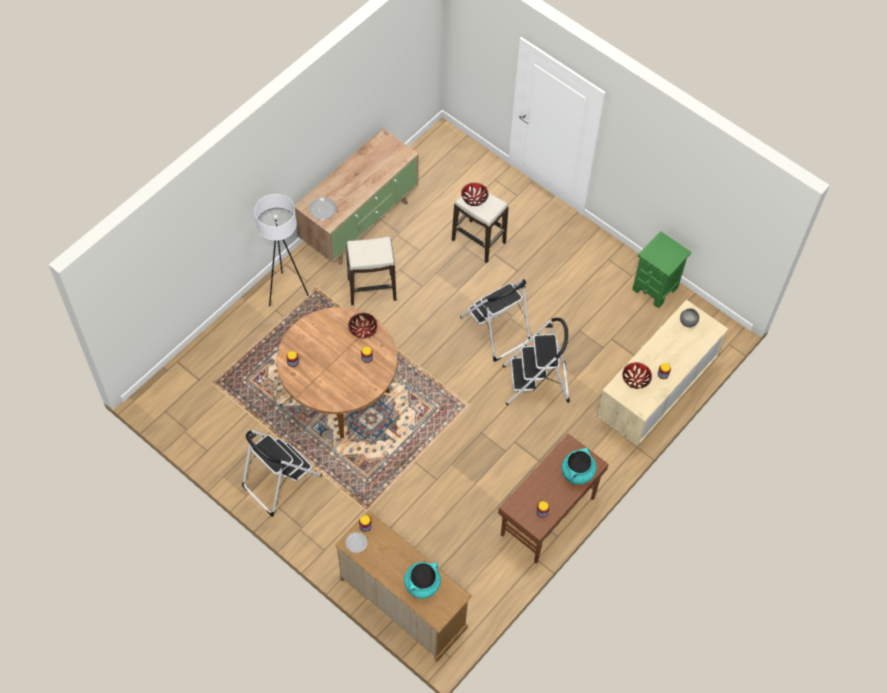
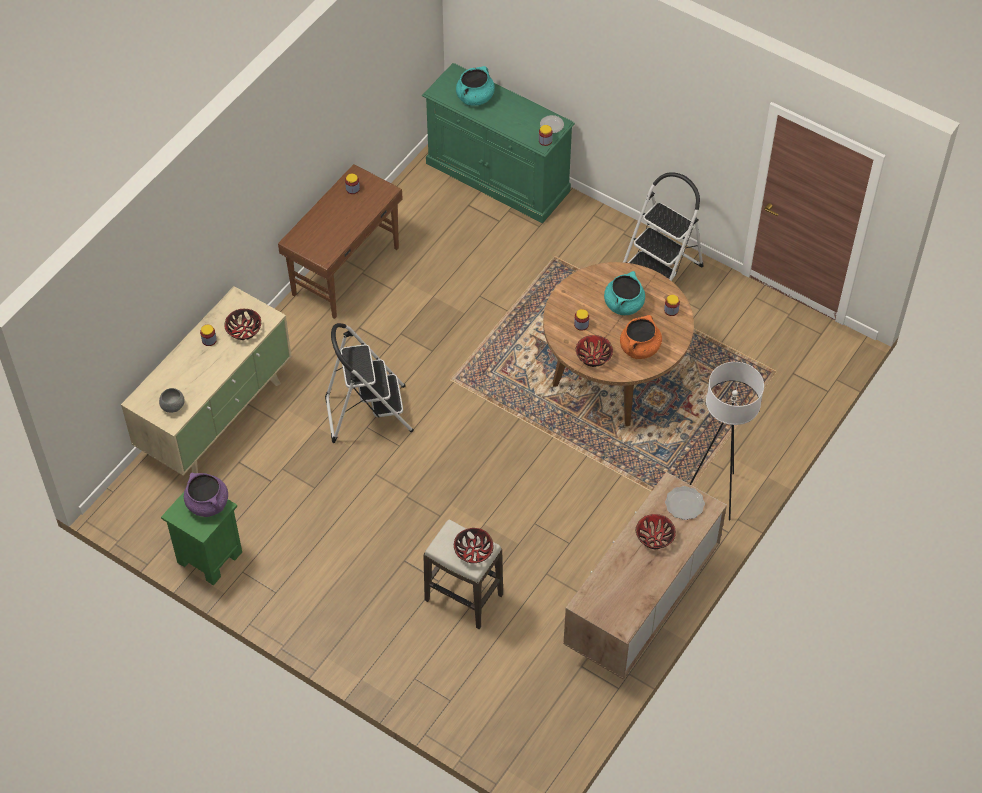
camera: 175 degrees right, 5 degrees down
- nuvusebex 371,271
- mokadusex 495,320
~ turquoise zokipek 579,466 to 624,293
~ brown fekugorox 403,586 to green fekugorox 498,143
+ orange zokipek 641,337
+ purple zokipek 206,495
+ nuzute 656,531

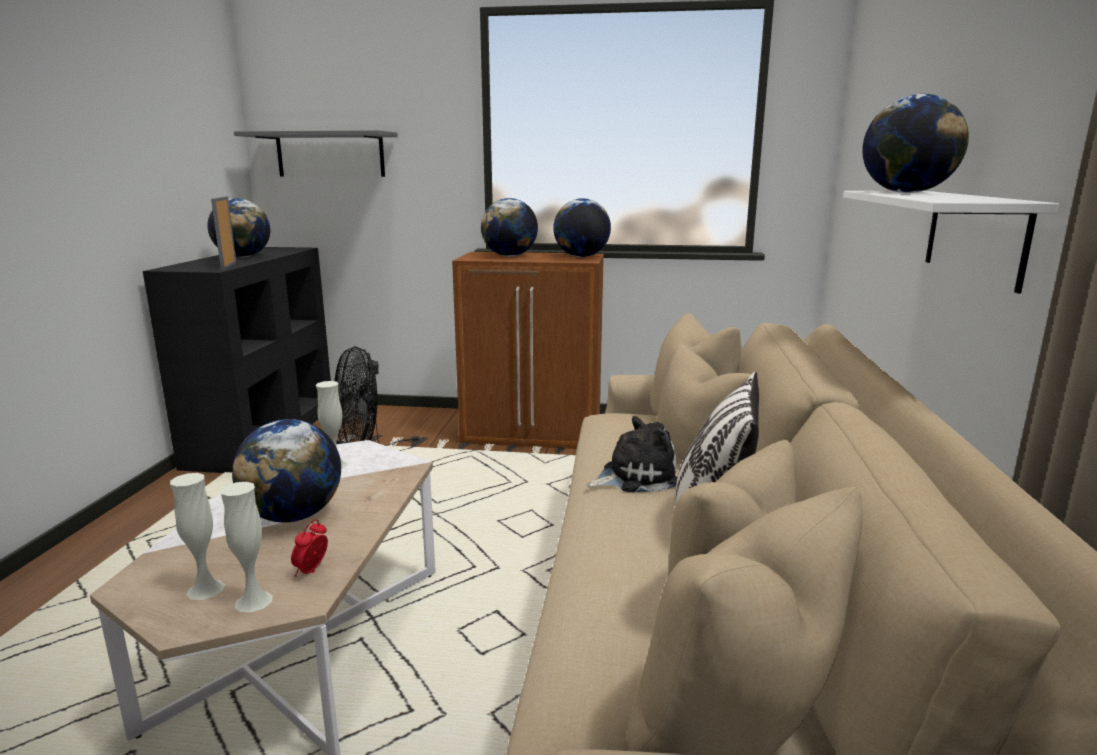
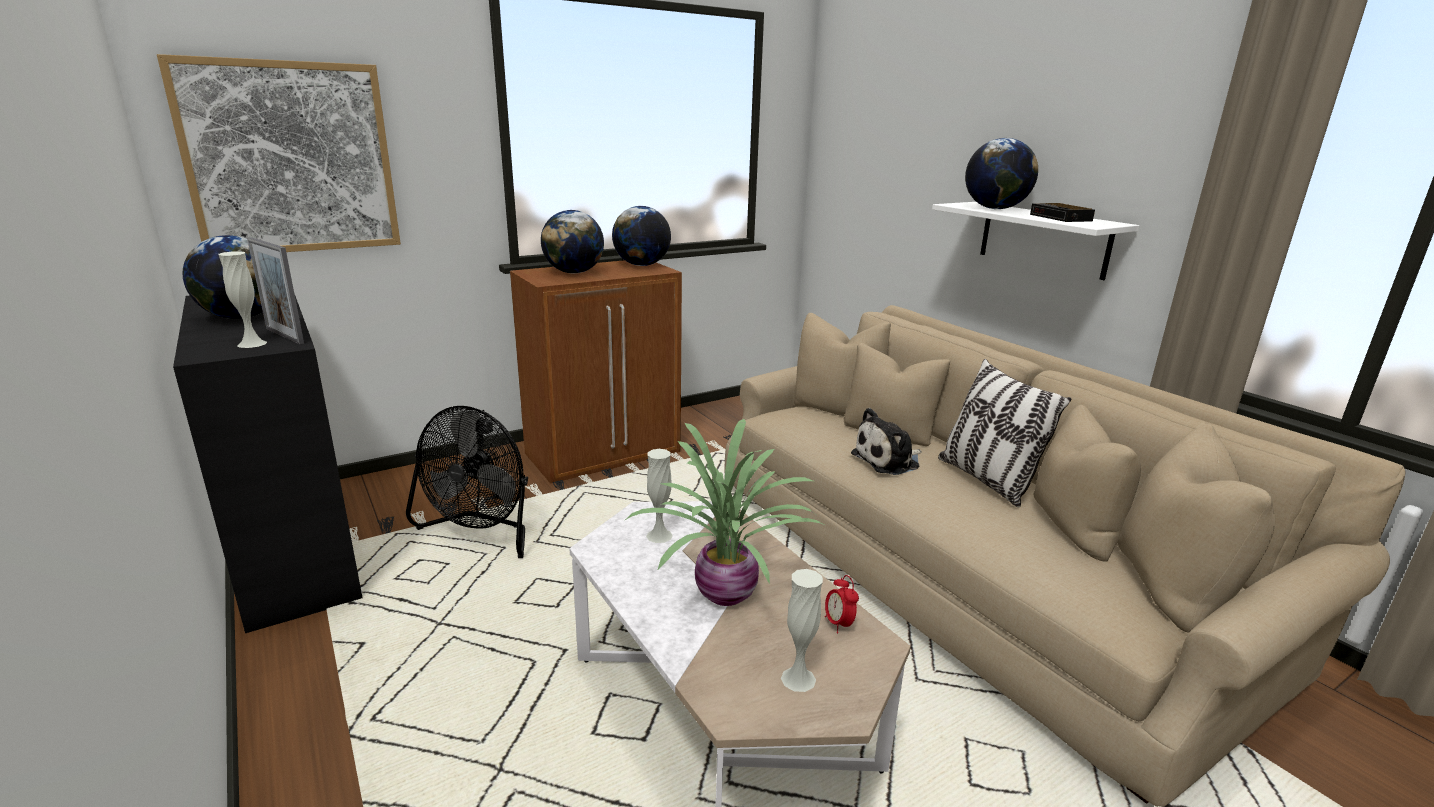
camera: 40 degrees left, 5 degrees up
~ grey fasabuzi 316,153 to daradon 279,153
~ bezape 631,454 = 886,441 150 degrees counterclockwise
~ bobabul 286,471 to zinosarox 724,512
~ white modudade 246,547 to 242,299
+ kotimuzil 1062,212

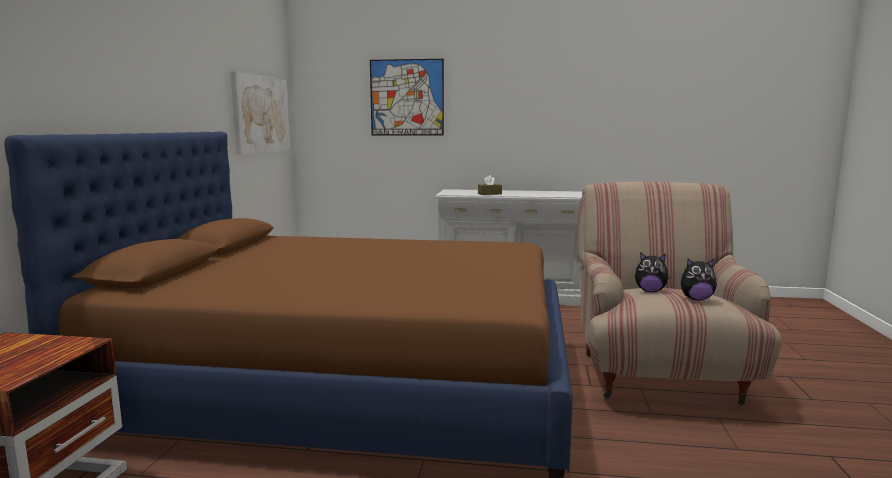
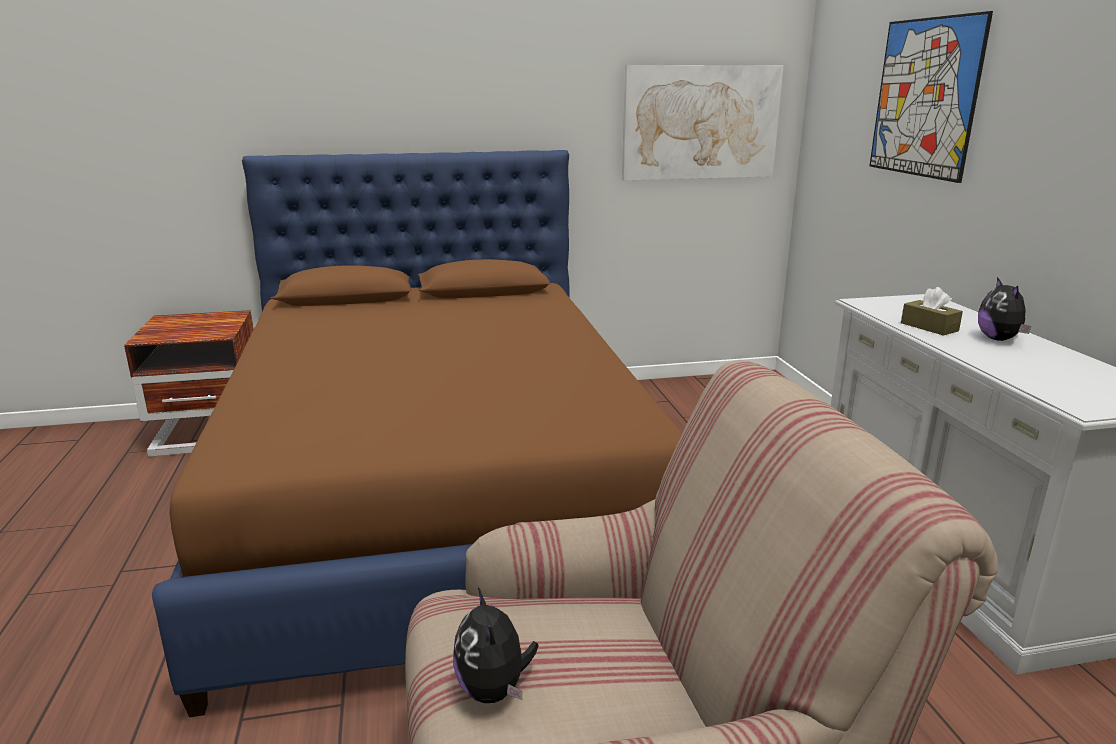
camera: 70 degrees right, 10 degrees up
~ bezape 653,272 to 1004,309

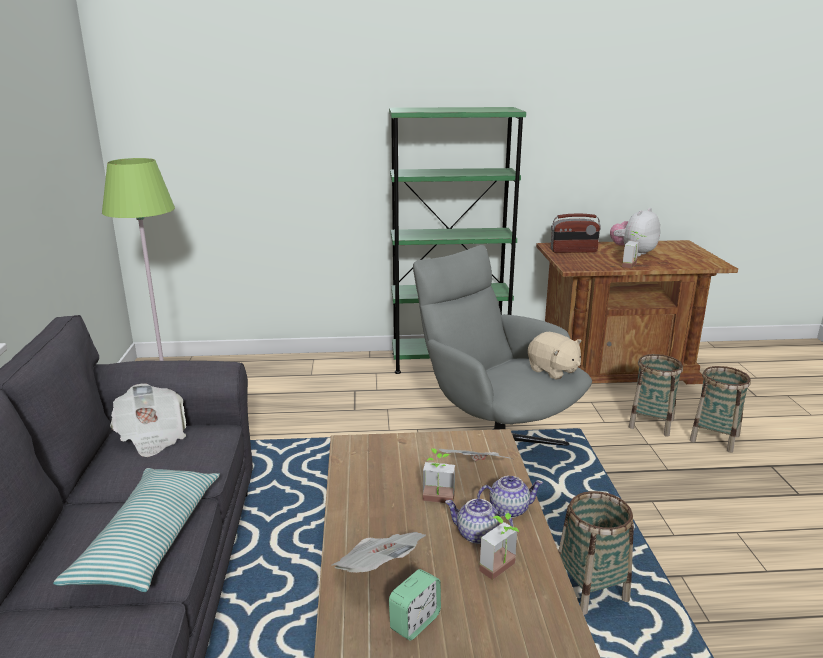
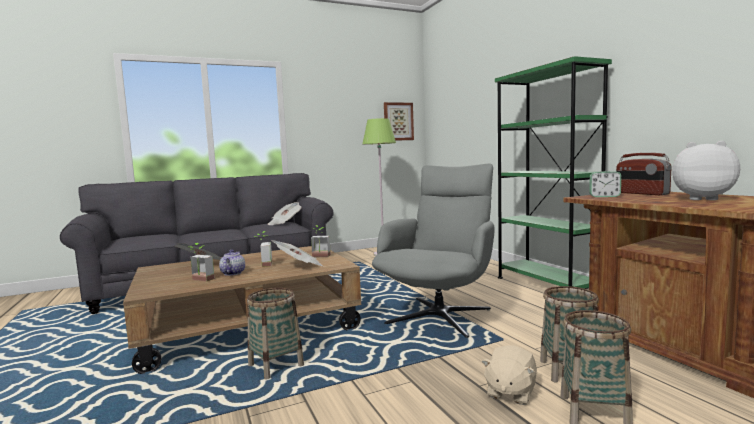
camera: 70 degrees right, 15 degrees down
~ zinosarox 634,249 to 321,241
~ beige bezape 555,356 to 509,375
- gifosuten 136,530
- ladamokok 510,497
~ kotimuzil 415,605 to 605,184
+ daradon 399,121

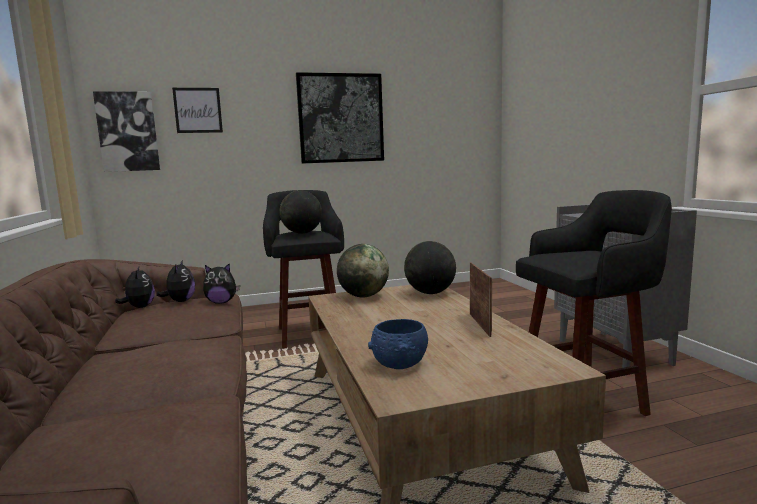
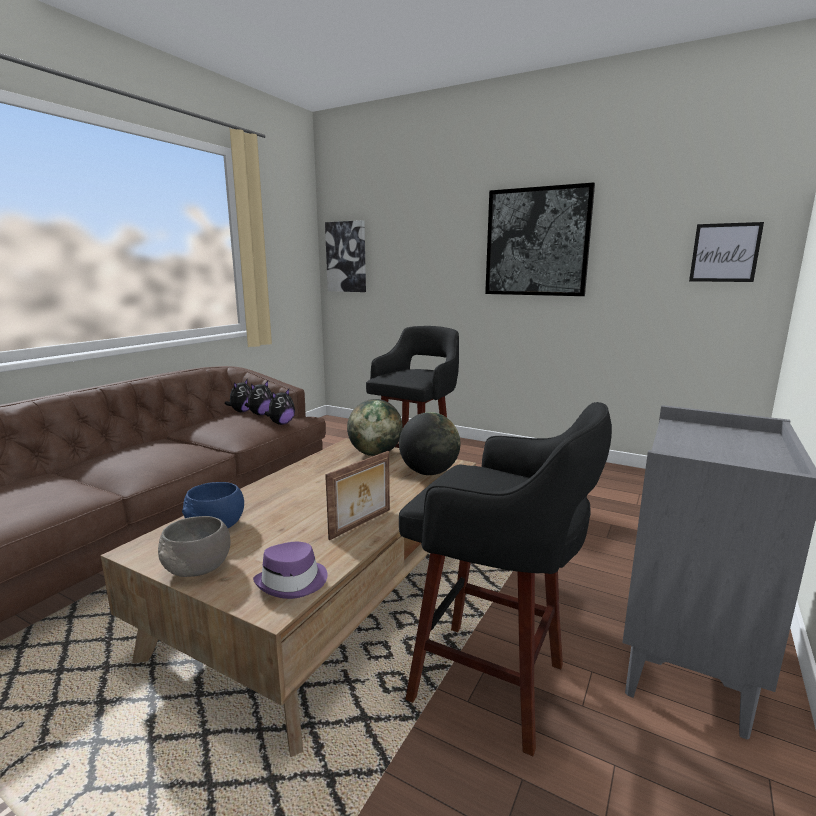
camera: 45 degrees right, 5 degrees up
~ daradon 197,110 to 726,252
- bobabul 301,212
~ bezape 221,283 = 280,407 90 degrees counterclockwise
+ grey nuzute 194,546
+ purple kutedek 290,570

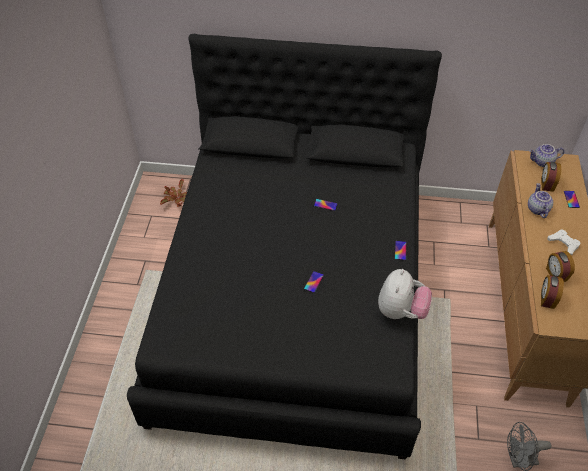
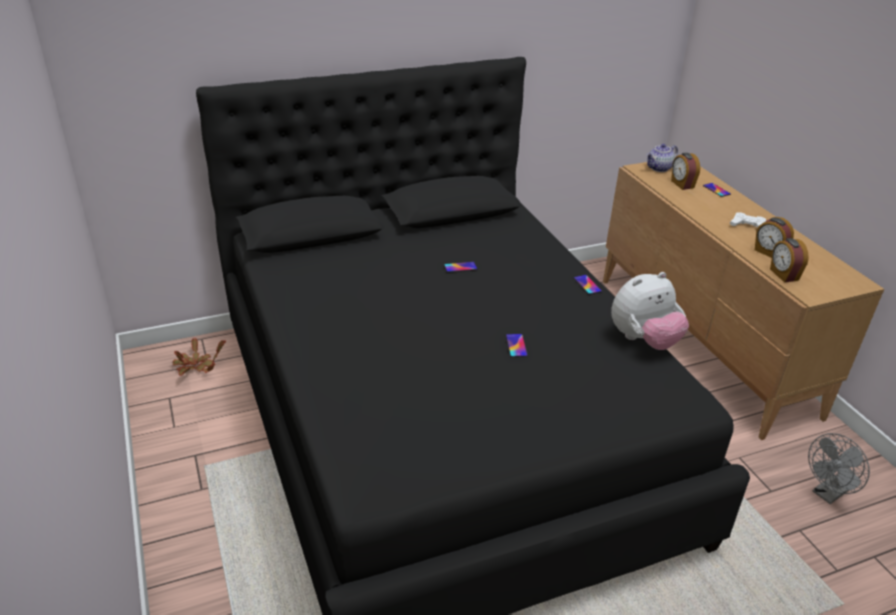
camera: 30 degrees left, 15 degrees down
- ladamokok 540,200
~ bezape 405,294 = 650,311 75 degrees clockwise

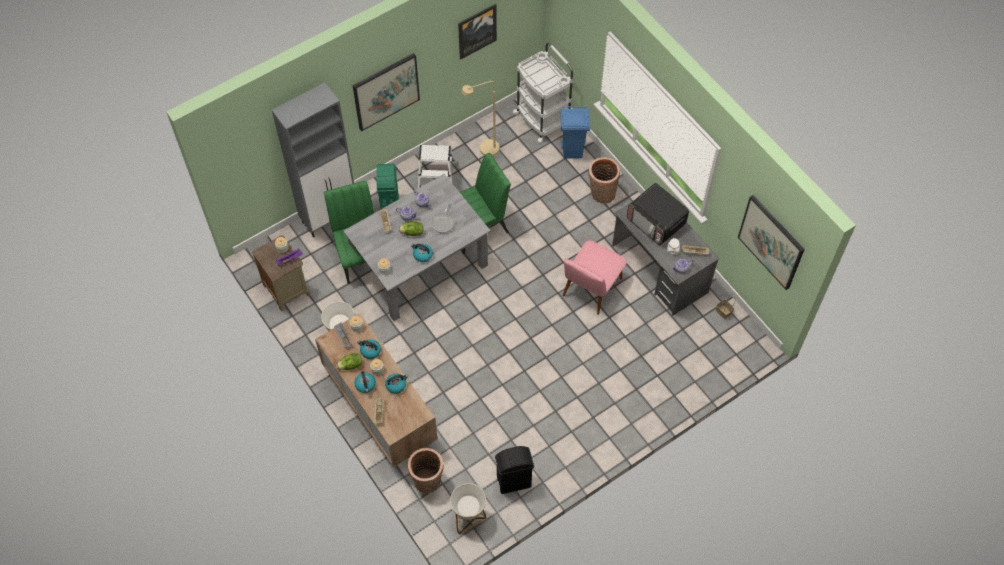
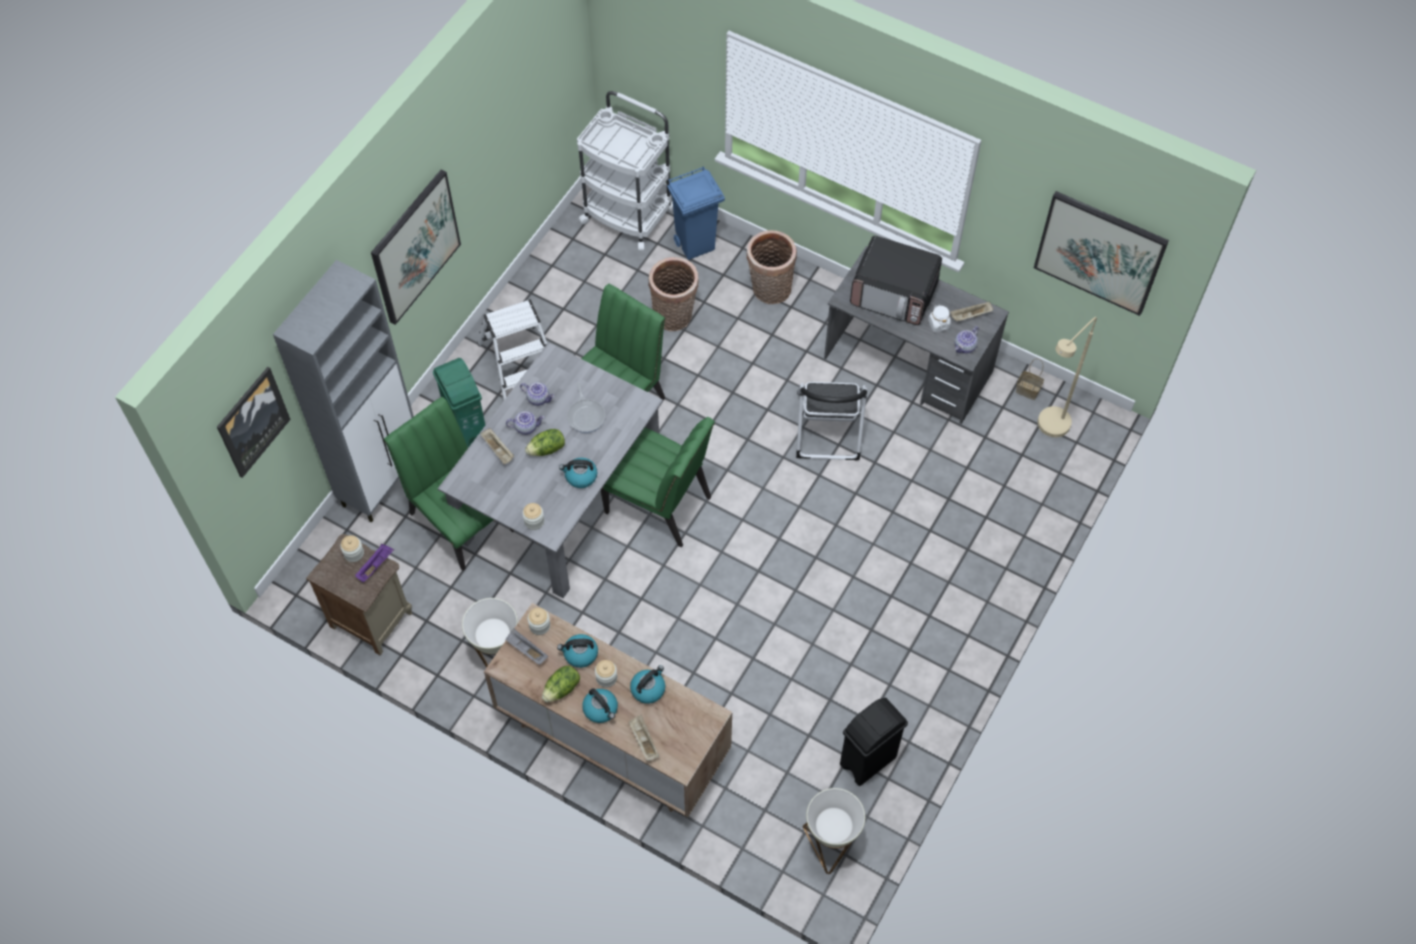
camera: 25 degrees left, 0 degrees up
~ daradon 477,31 to 254,422
~ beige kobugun 480,118 to 1067,377
~ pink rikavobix 595,277 to mokadusex 831,421
~ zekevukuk 426,470 to 673,294
+ green rikavobix 658,482

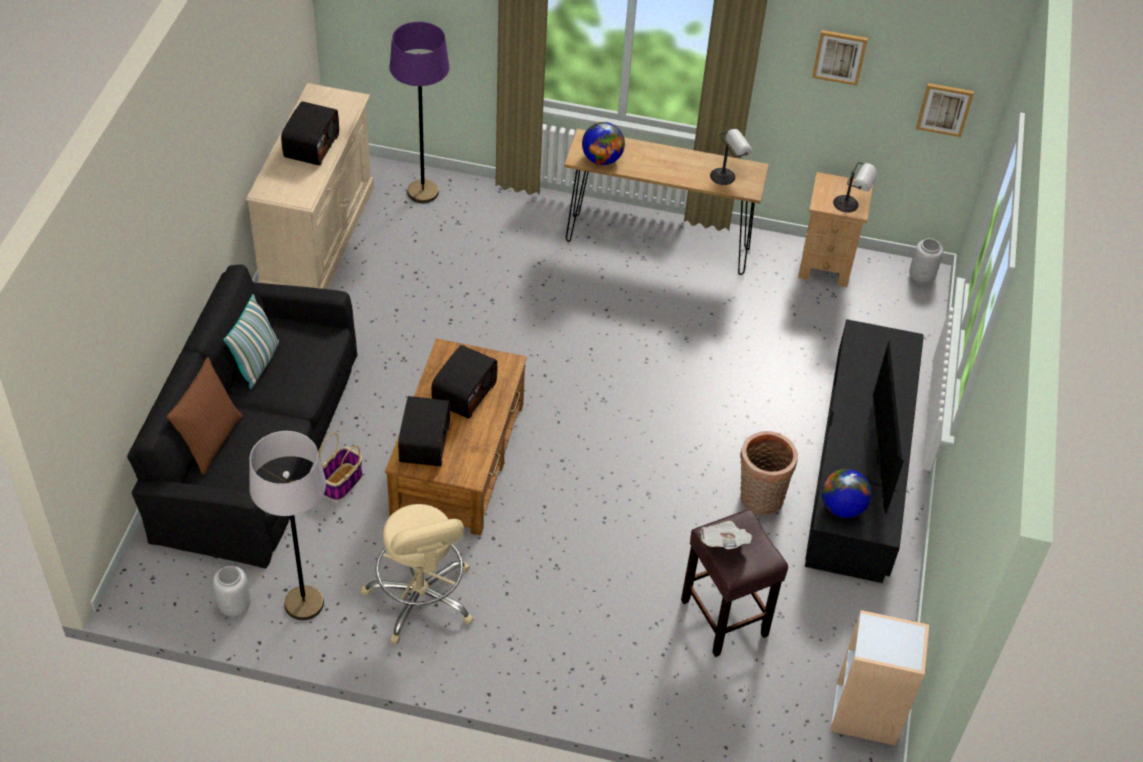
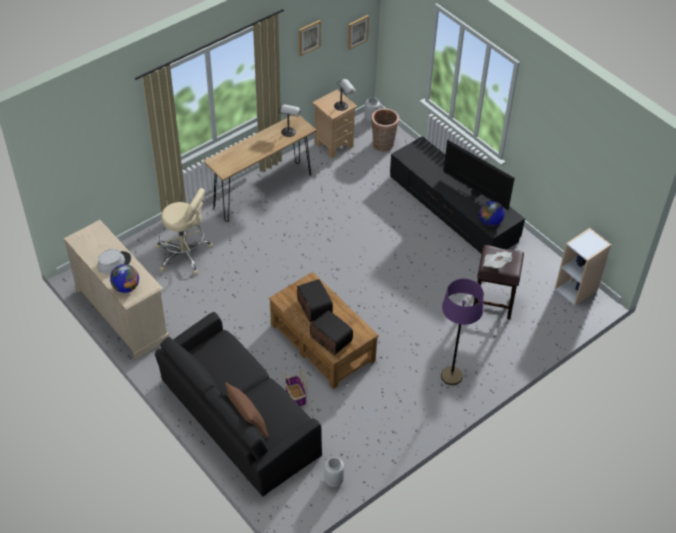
camera: 50 degrees left, 0 degrees up
~ purple kobugun 419,112 to 462,332
~ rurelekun 310,133 to grey kutedek 114,261
~ bobabul 603,143 to 124,278
- gifosuten 251,341
- grey kobugun 287,525
~ zekevukuk 769,473 to 385,130
~ beige nuvusebex 417,574 to 184,231

